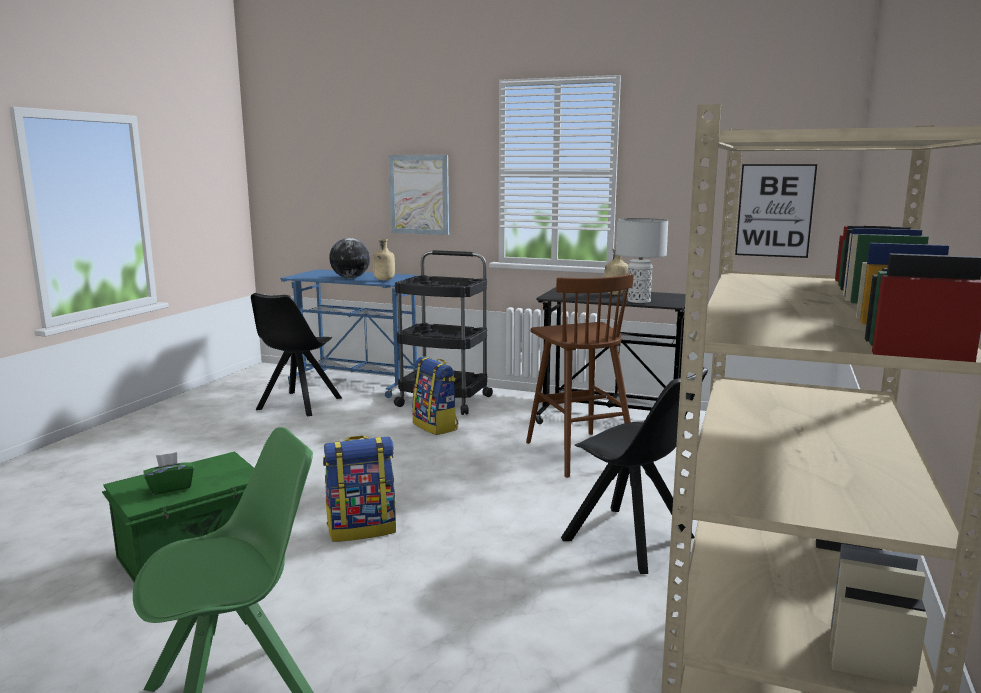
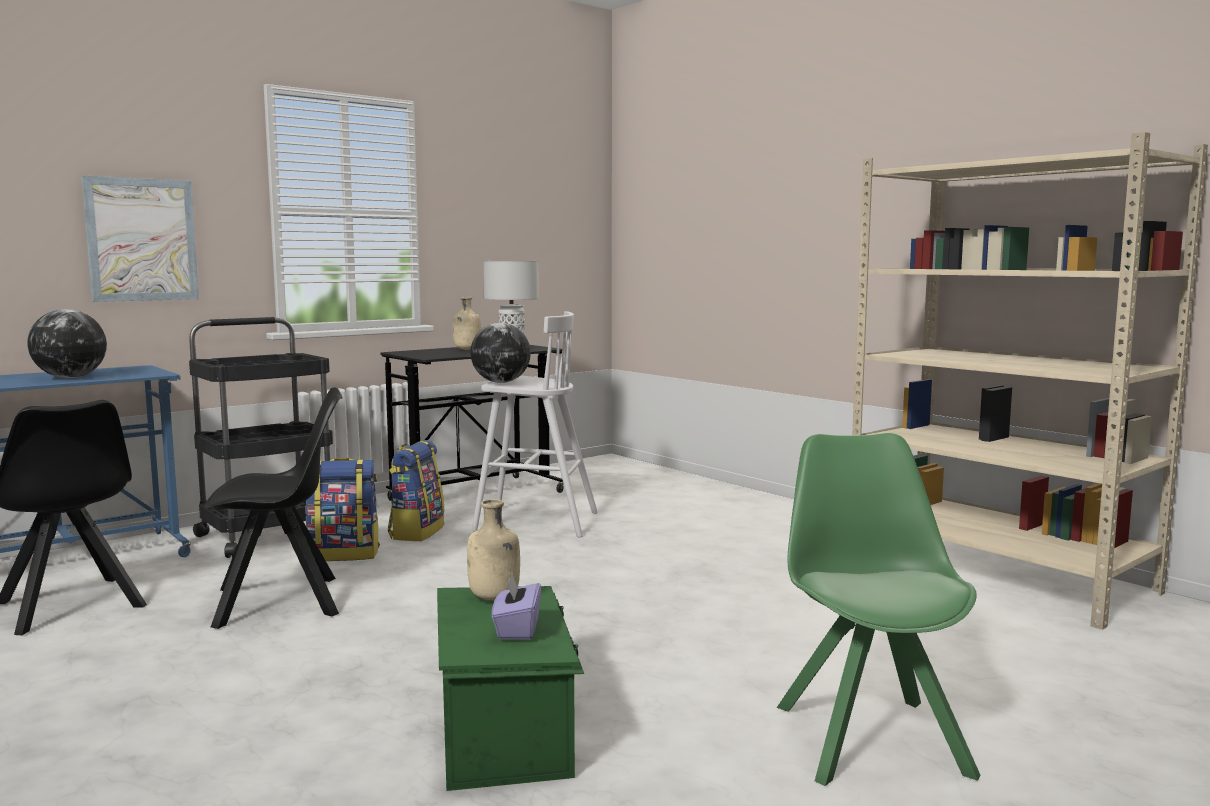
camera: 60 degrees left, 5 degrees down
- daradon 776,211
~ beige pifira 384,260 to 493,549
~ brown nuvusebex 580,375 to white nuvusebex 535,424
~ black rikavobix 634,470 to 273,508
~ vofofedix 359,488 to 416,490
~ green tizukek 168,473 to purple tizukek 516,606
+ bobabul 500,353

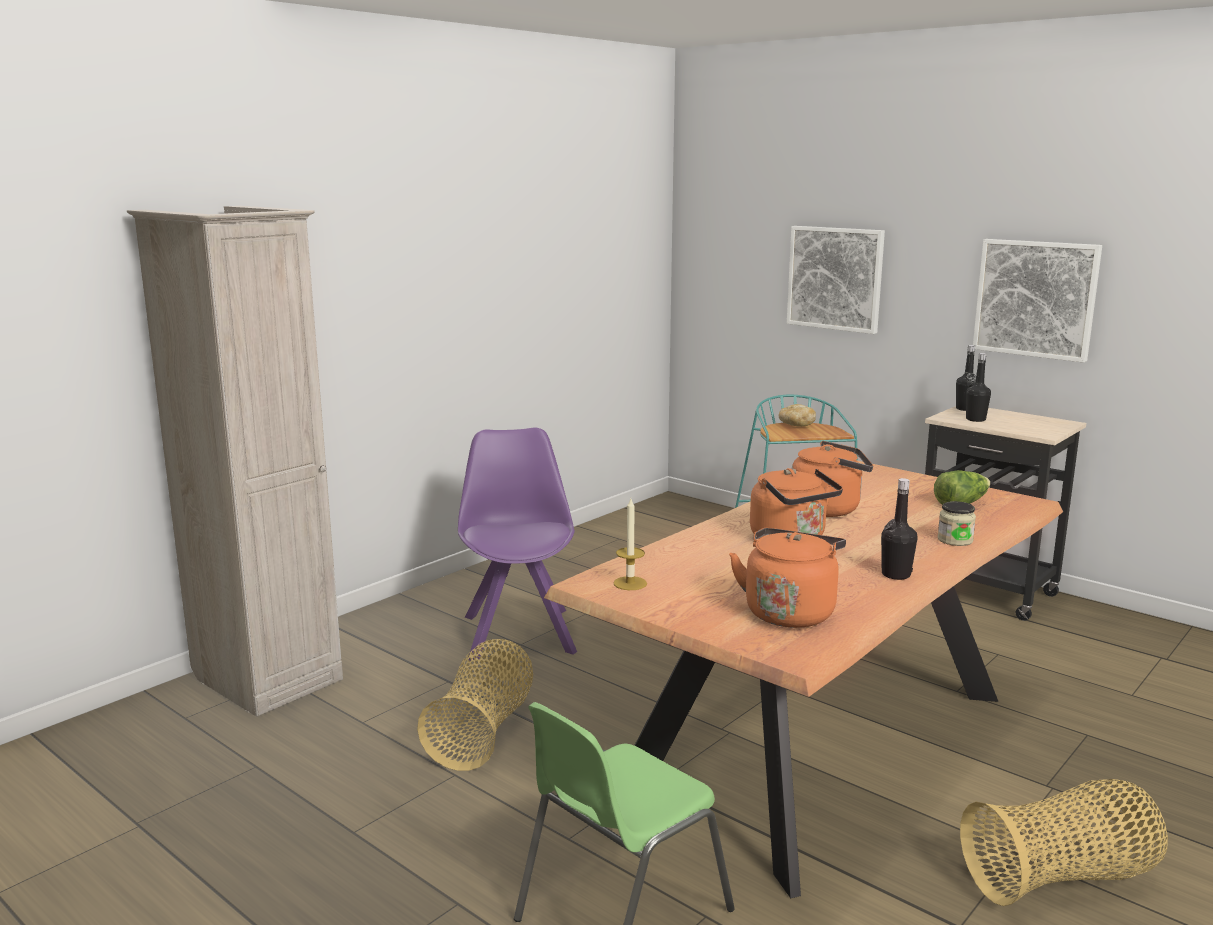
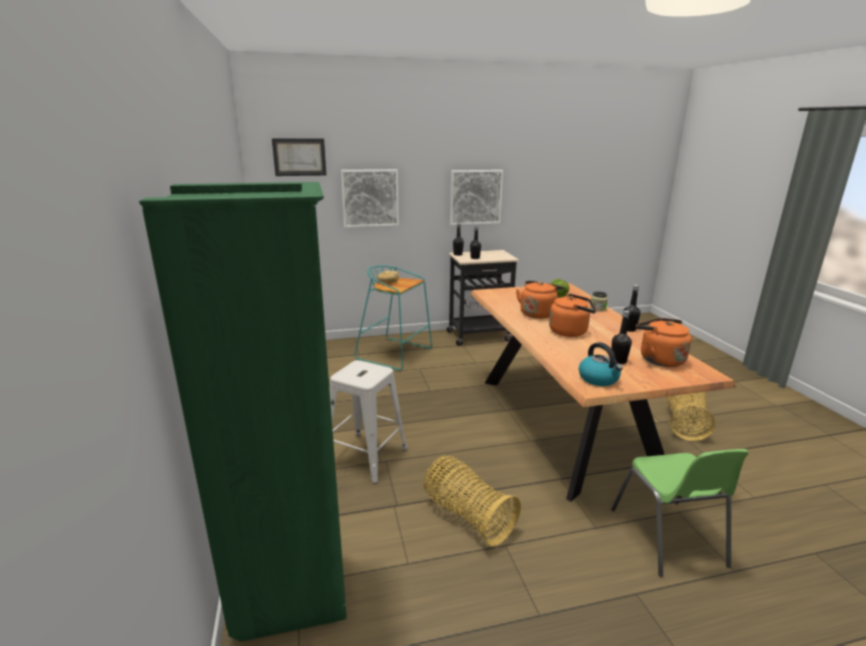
camera: 55 degrees left, 5 degrees up
~ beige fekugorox 235,461 to green fekugorox 243,411
~ purple rikavobix 517,544 to white nuvusebex 369,422
~ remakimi 630,544 to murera 601,364
+ daradon 299,157
+ black pifira 621,337

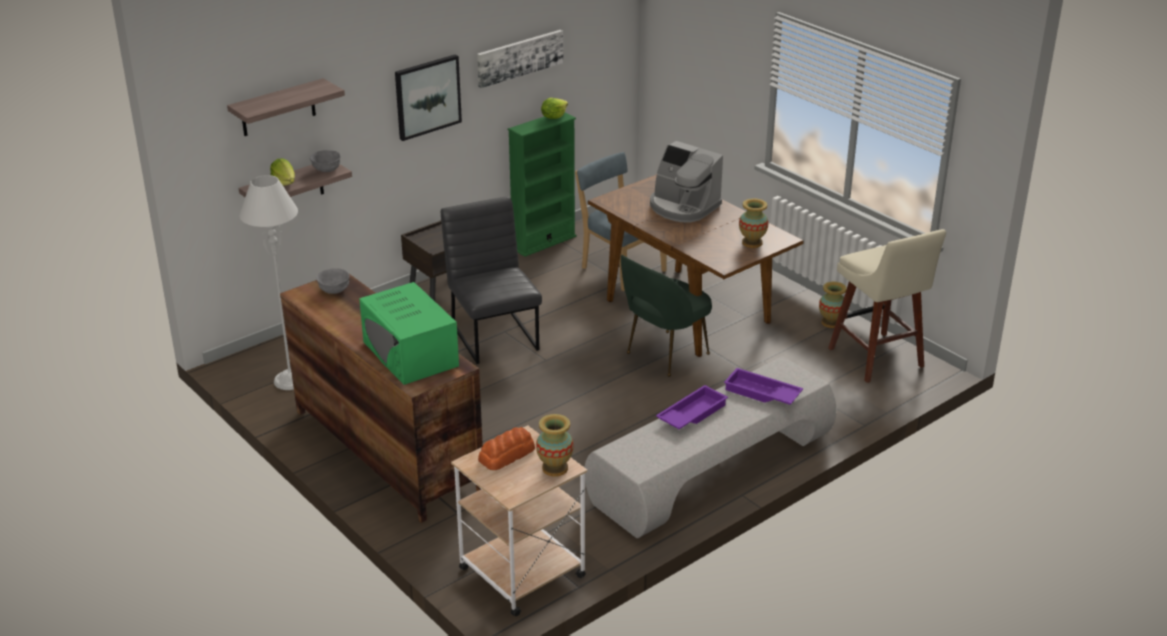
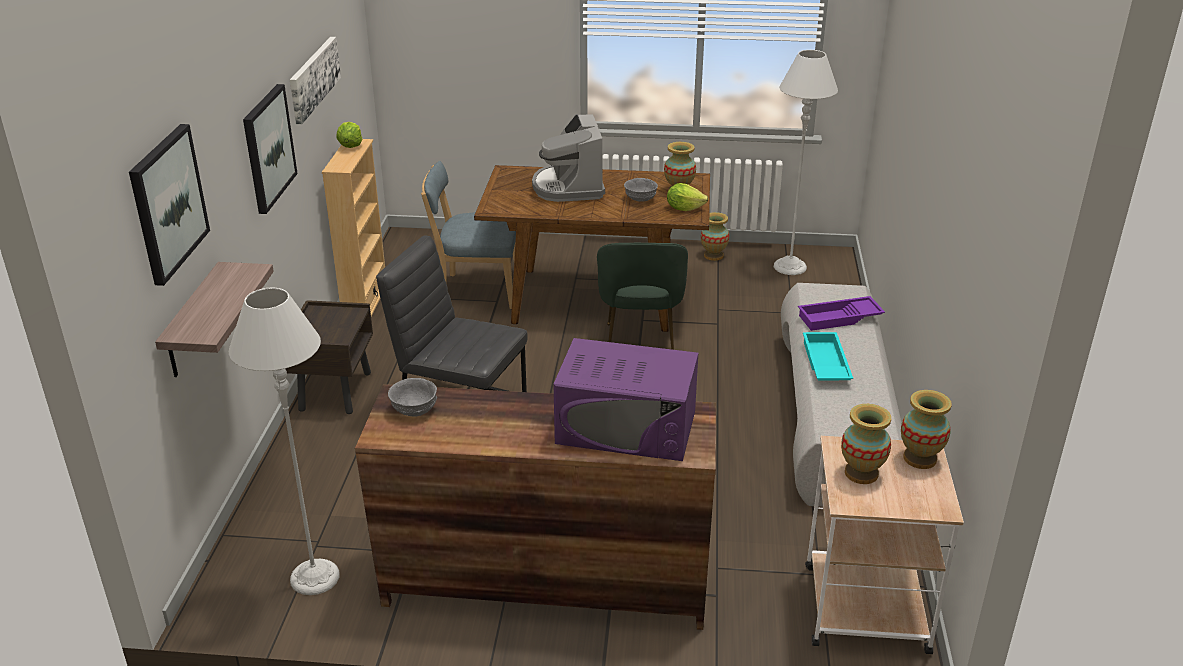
camera: 45 degrees left, 0 degrees up
~ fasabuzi 286,107 to daradon 169,205
~ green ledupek 542,185 to beige ledupek 353,227
~ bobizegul 686,182 = 568,158 90 degrees clockwise
~ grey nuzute 325,161 to 641,190
~ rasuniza 282,172 to 687,197
~ beige nuvusebex 887,306 to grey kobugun 806,162
~ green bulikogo 409,333 to purple bulikogo 625,399
~ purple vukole 692,407 to turquoise vukole 828,356
~ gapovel 506,448 to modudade 866,444

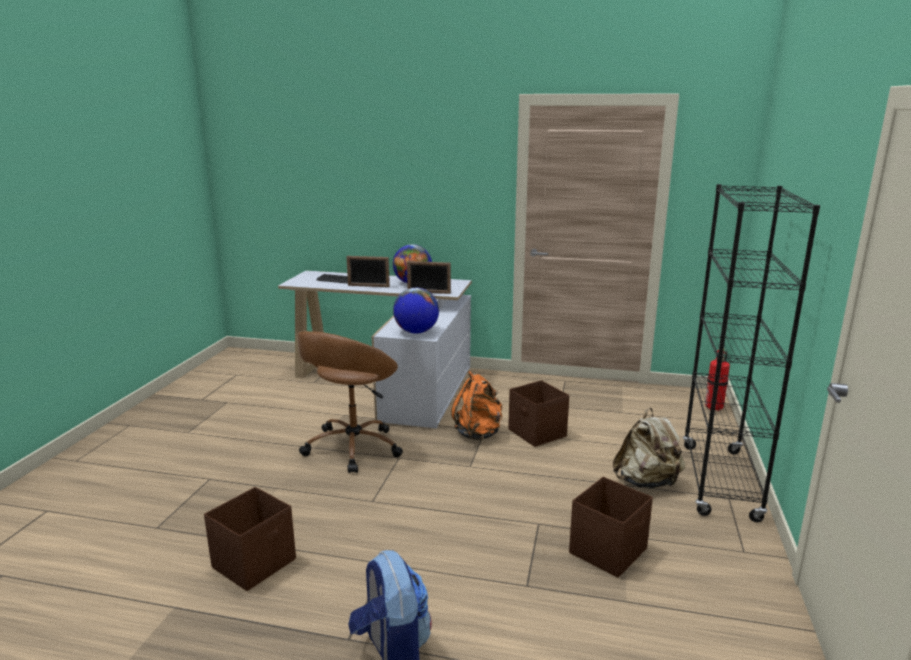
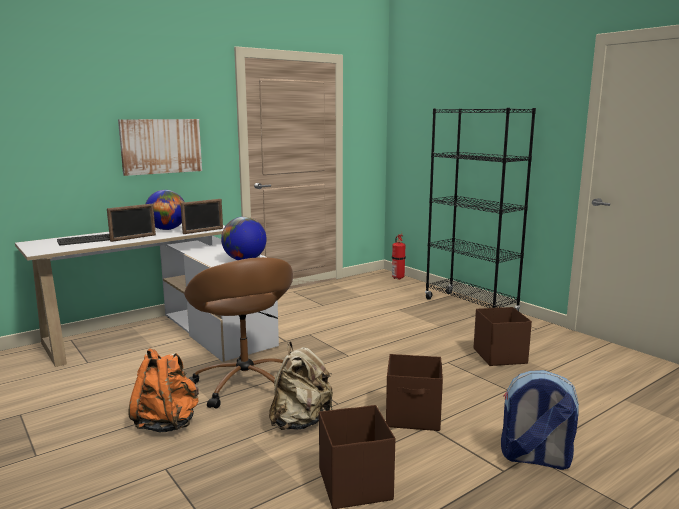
camera: 50 degrees left, 5 degrees down
~ orange vofofedix 476,405 to 163,390
~ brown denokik 538,413 to 414,392
~ beige vofofedix 649,447 to 301,386
+ daradon 160,147

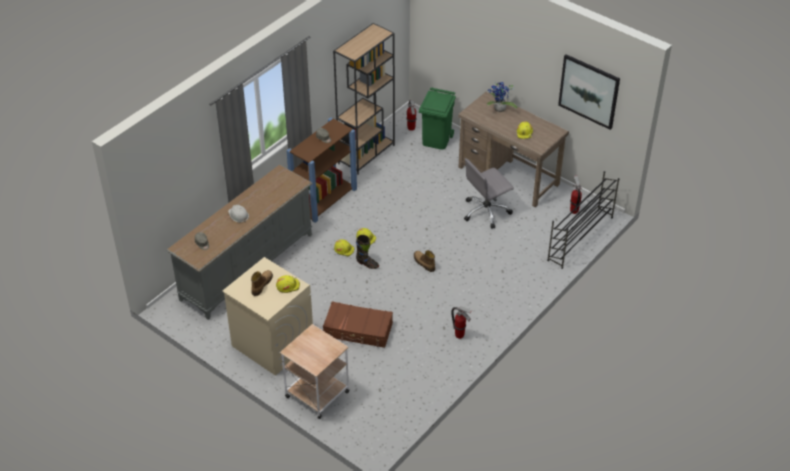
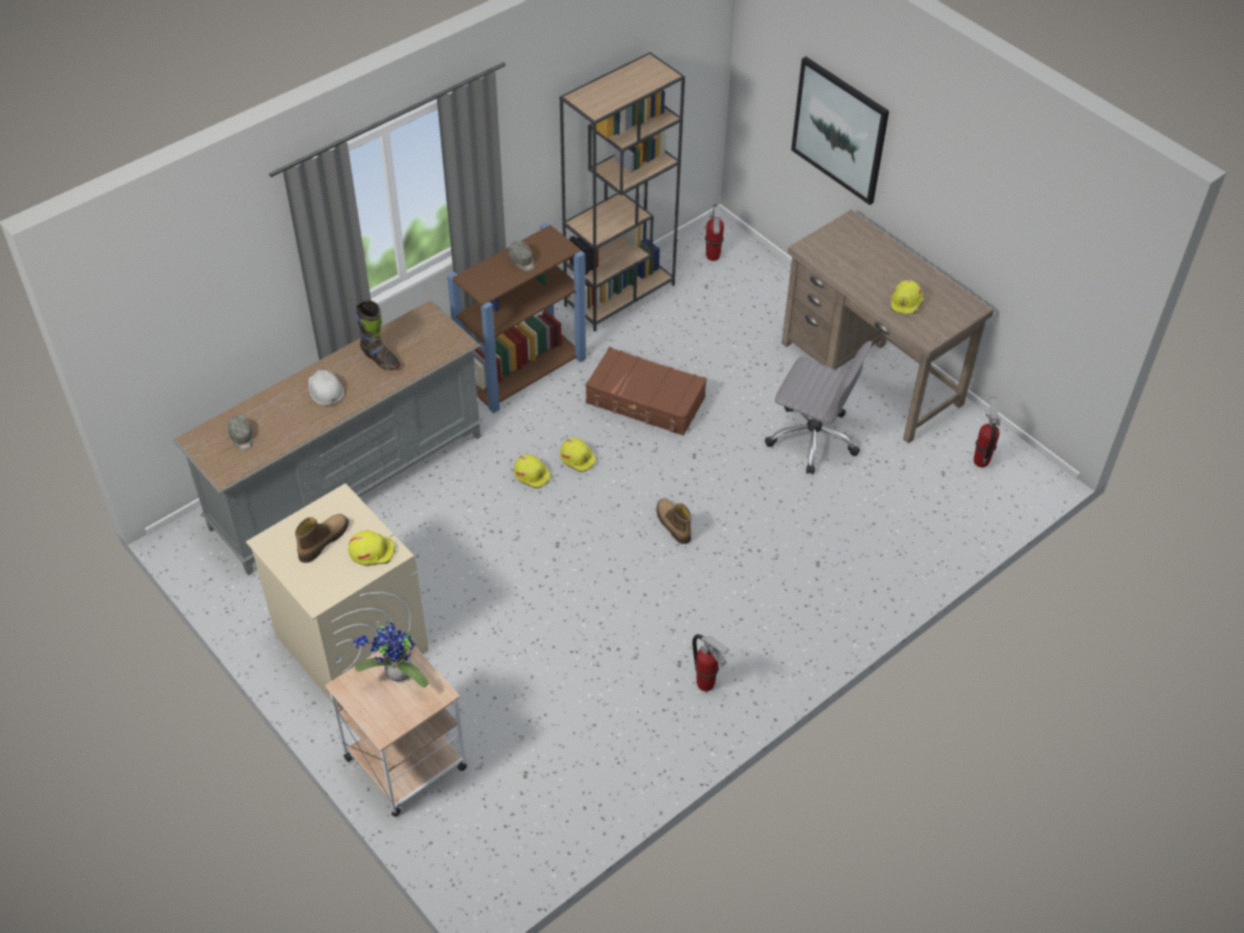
camera: 10 degrees right, 5 degrees up
~ daradon 589,92 to 840,131
~ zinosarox 502,97 to 391,654
- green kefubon 437,119
~ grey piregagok 489,193 = 818,407 135 degrees counterclockwise
- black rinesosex 583,220
~ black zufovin 367,252 to 378,335
~ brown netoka 358,324 to 646,391

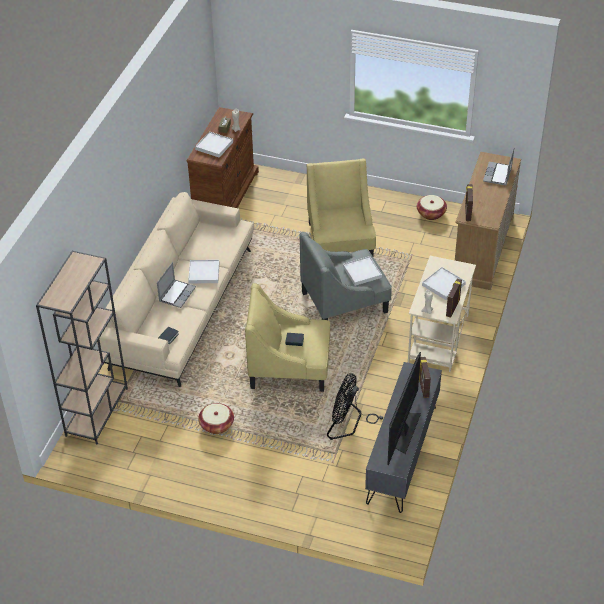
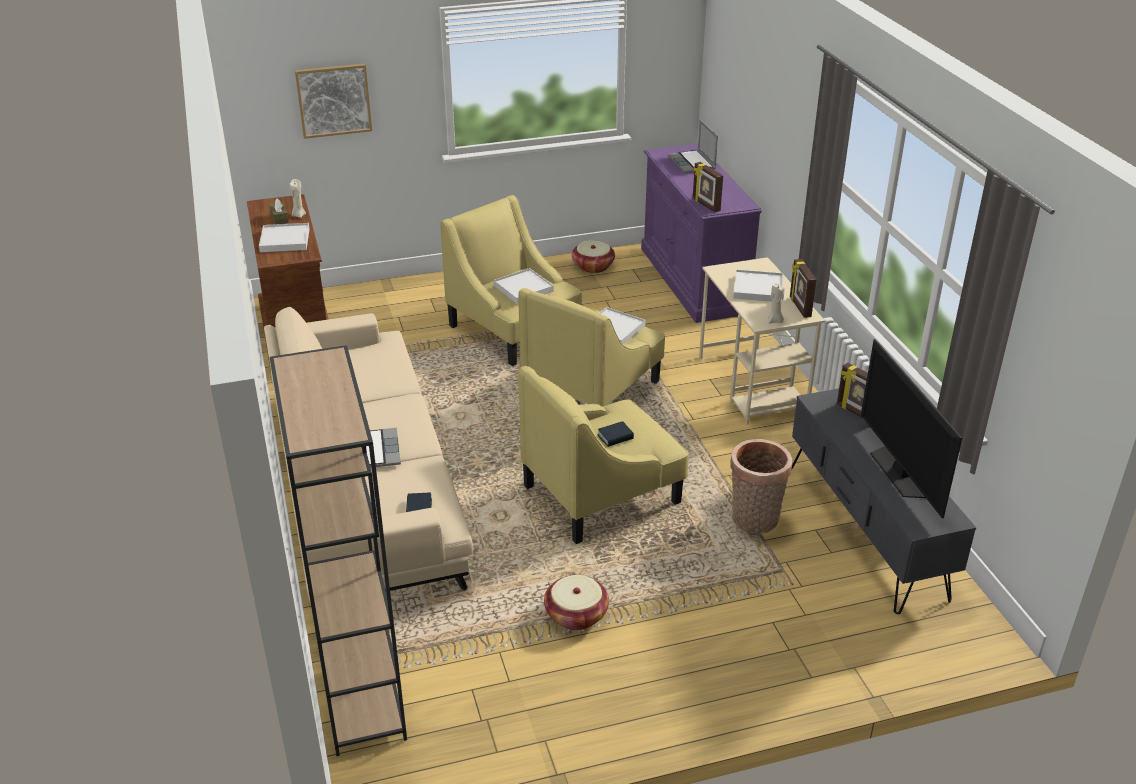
camera: 35 degrees left, 10 degrees down
~ brown fekugorox 488,221 to purple fekugorox 701,233
~ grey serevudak 346,276 to yellow serevudak 591,347
~ white vukole 203,272 to 524,286
~ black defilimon 355,406 to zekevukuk 761,486
+ daradon 333,101

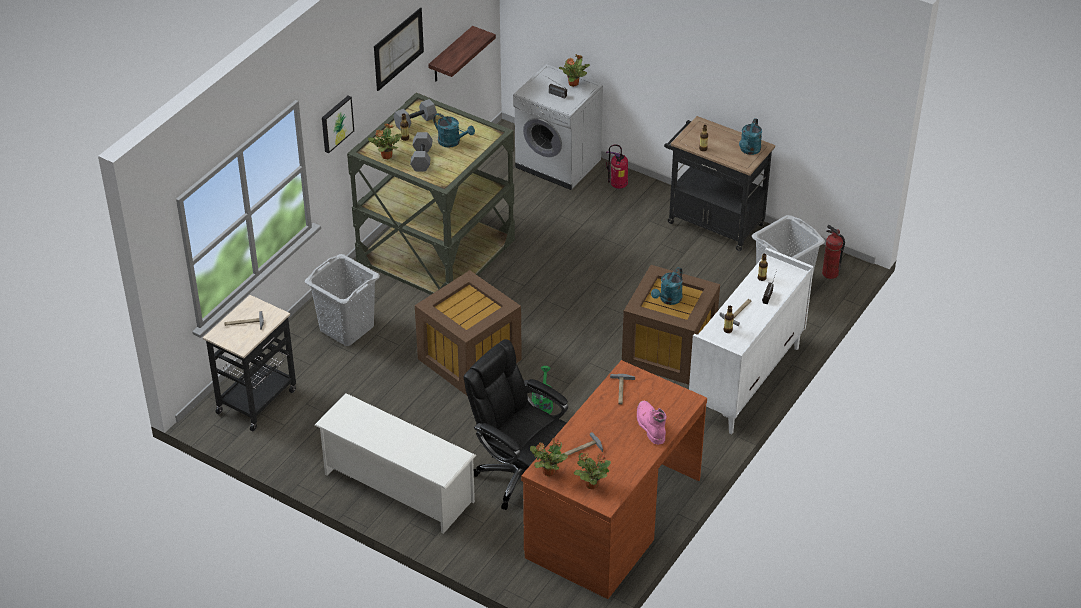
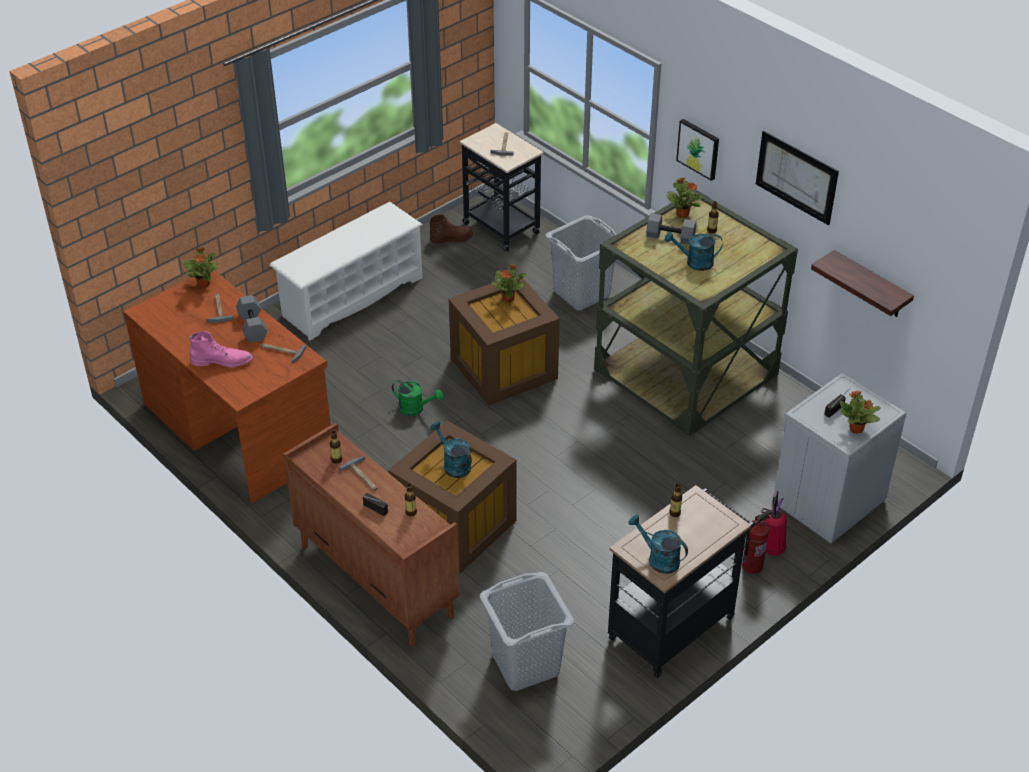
camera: 105 degrees right, 0 degrees up
~ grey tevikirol 415,115 to 252,319
~ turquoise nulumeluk 454,130 = 694,251 45 degrees clockwise
~ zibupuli 833,252 to 756,542
~ white fekugorox 751,341 to brown fekugorox 371,535
- black piregagok 515,424
~ zinosarox 592,470 to 509,283
+ brown zufovin 451,229

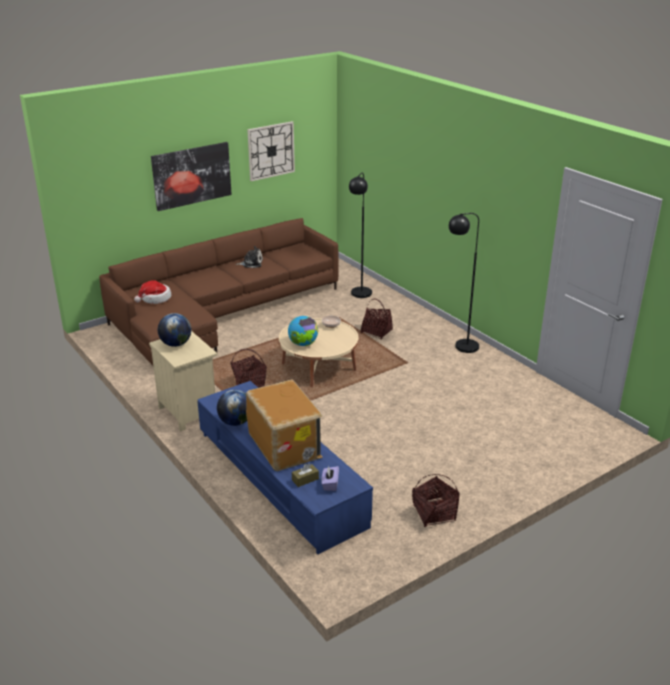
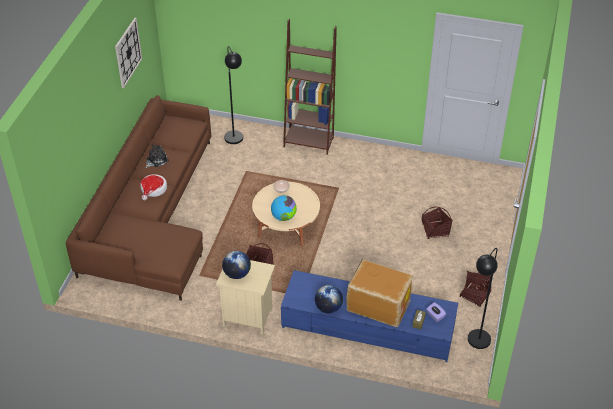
camera: 40 degrees left, 15 degrees up
- daradon 191,176
~ black kobugun 464,283 to 483,298
~ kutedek 152,292 to 153,187
~ zekevukuk 377,319 to 437,223
+ brown ledupek 310,87

